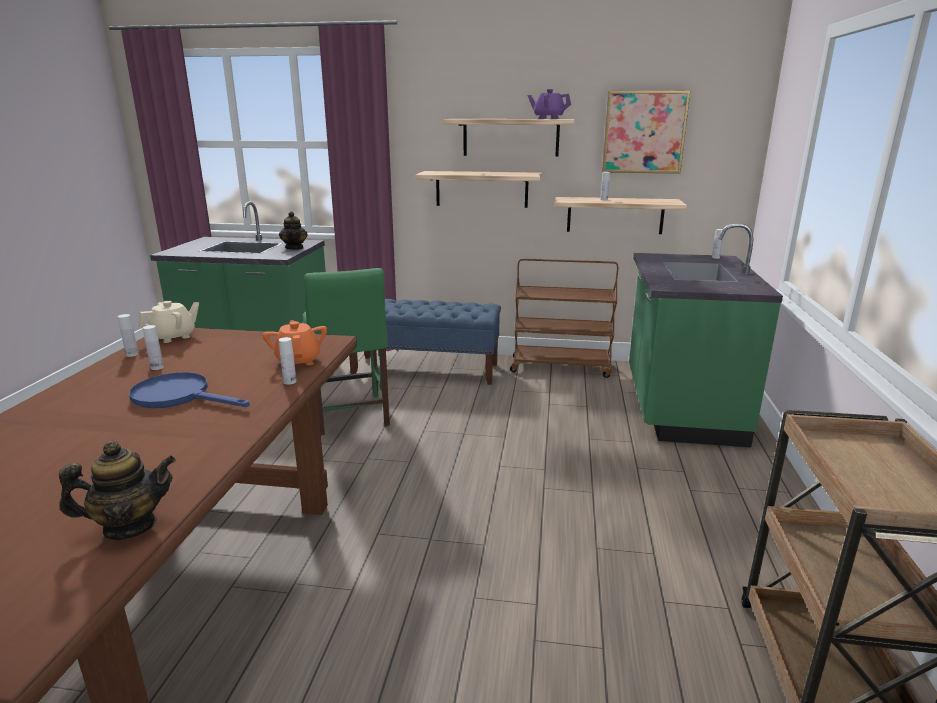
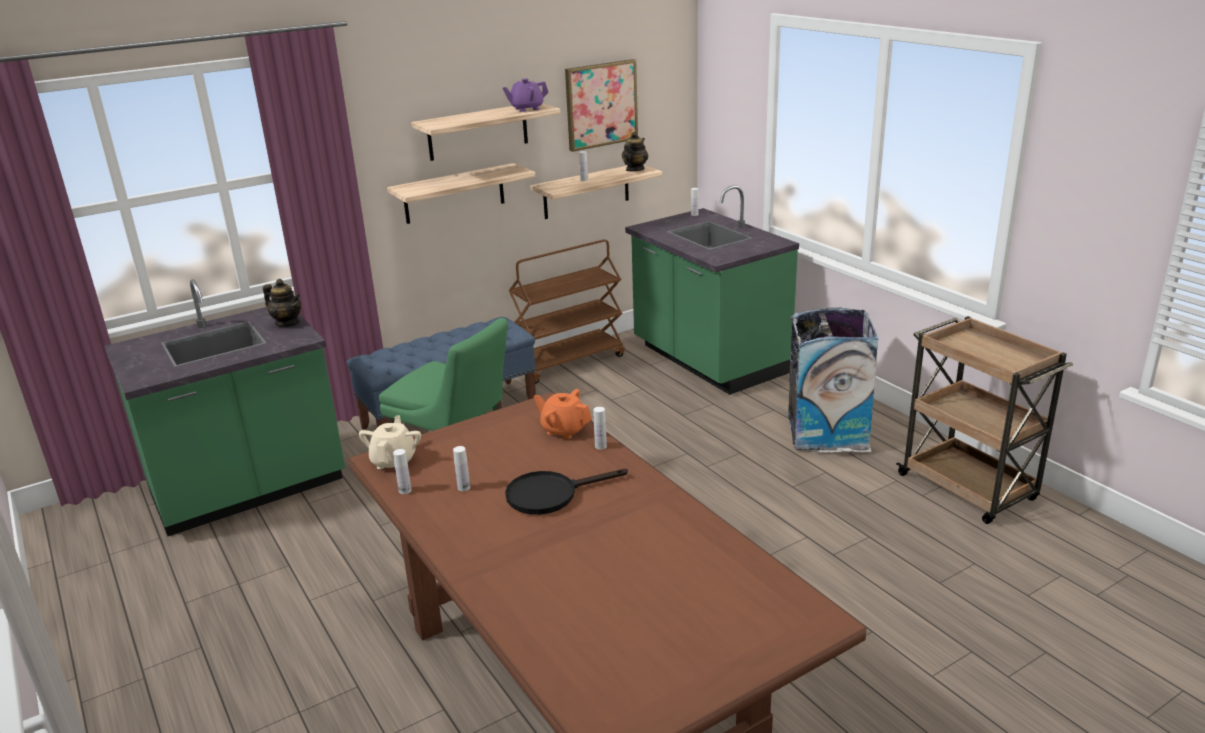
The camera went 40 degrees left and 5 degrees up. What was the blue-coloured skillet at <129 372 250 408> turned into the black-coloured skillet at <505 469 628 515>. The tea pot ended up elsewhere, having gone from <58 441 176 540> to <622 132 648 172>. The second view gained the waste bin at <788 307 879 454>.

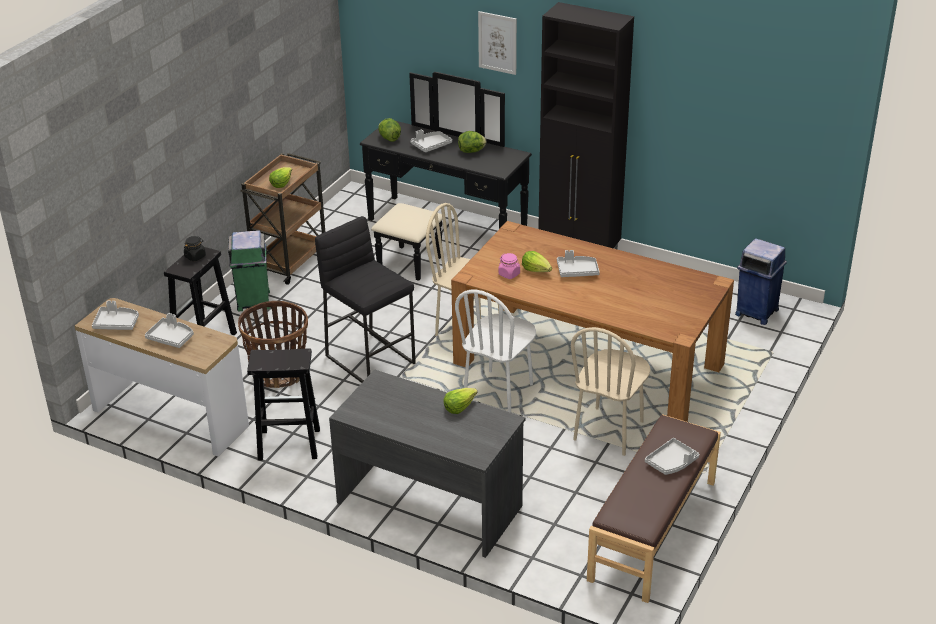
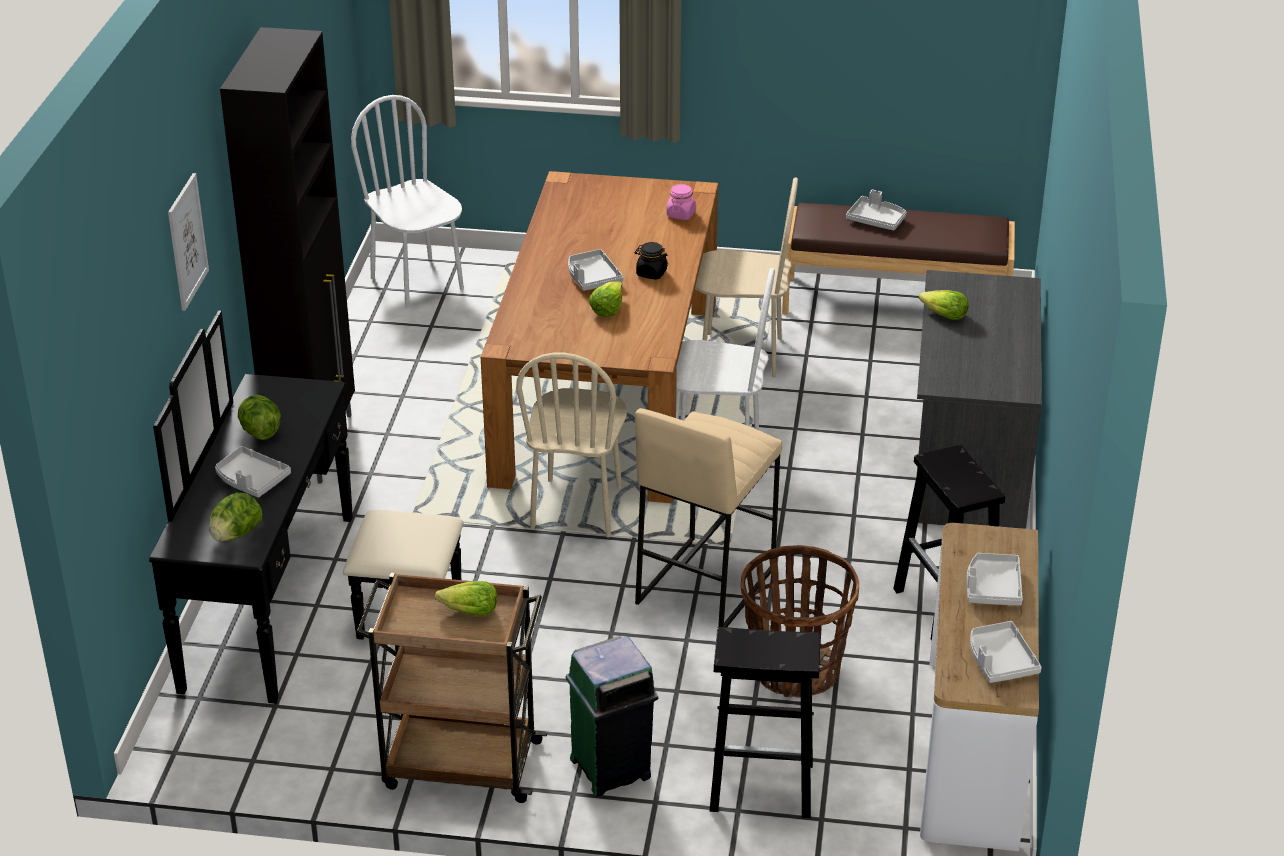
The camera went 110 degrees left and 0 degrees up. Where the blue-coloured waste bin stood at <735 239 787 325>, the white-coloured chair came to stand at <351 95 464 308>. The black-coloured jar ended up elsewhere, having gone from <184 236 206 261> to <635 242 668 280>. What was the black-coloured sitting stool at <315 216 416 383> turned into the beige sitting stool at <635 408 782 627>. The pinkish jar ended up elsewhere, having gone from <498 253 520 279> to <666 184 696 220>.

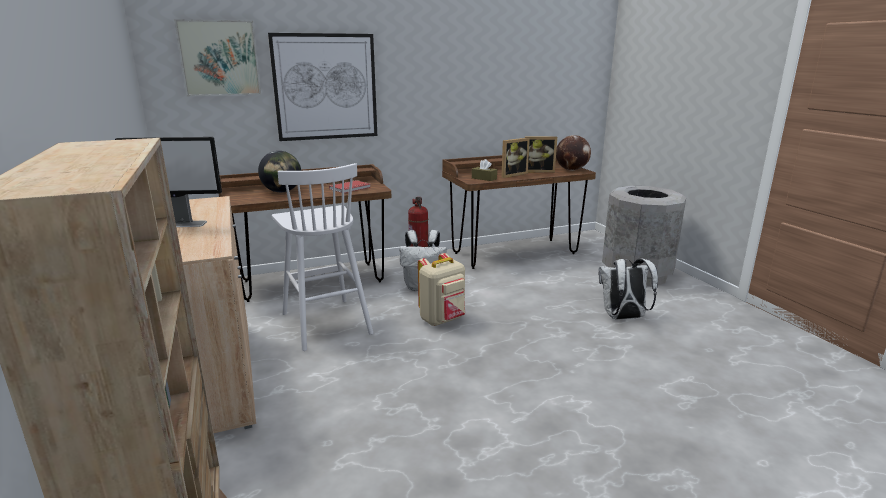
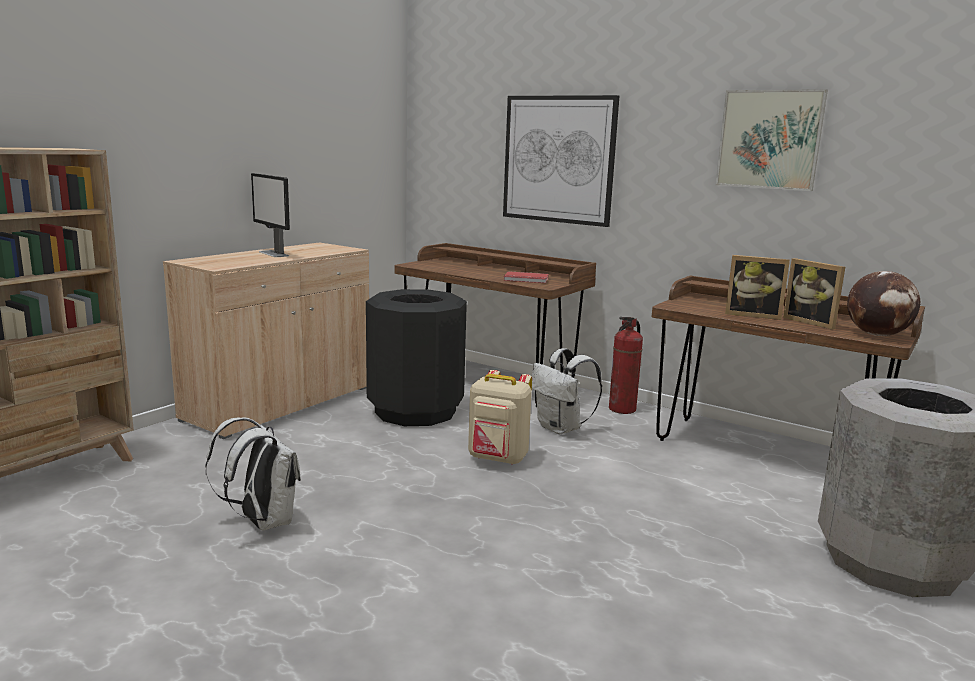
The camera went 55 degrees right and 5 degrees down. The white-coloured knapsack ended up elsewhere, having gone from <599 258 658 320> to <205 417 301 531>. Where the white-coloured sitting stool stood at <272 163 373 351>, the black-coloured waste bin came to stand at <366 289 467 426>. The wall picture ended up elsewhere, having gone from <174 19 261 97> to <715 89 828 191>. The second view lost the desk globe at <258 151 301 192>. The second view lost the brown tissue holder at <472 159 497 181>.

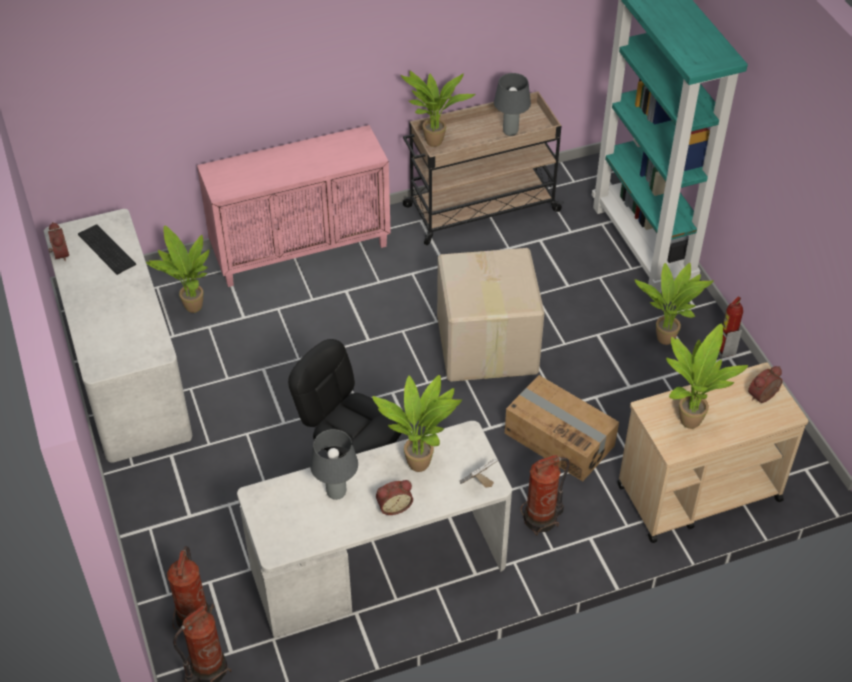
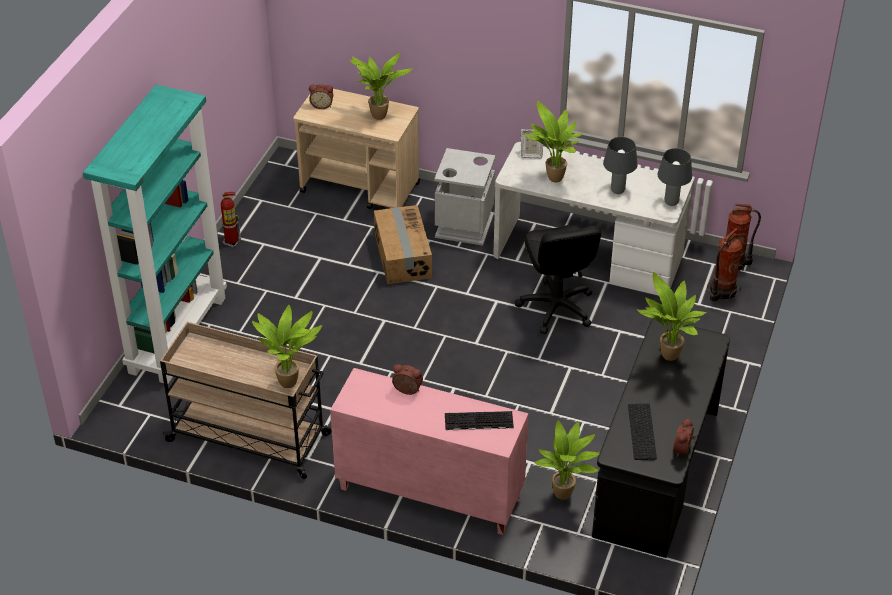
The camera went 140 degrees left and 5 degrees down. The table clock ended up elsewhere, having gone from <376 480 413 515> to <392 364 423 395>. Where the extinguisher stood at <520 455 570 535>, the grey waste bin came to stand at <434 148 496 246>. The second view gained the PC keyboard at <445 411 514 430>. What was the white-coloured desk at <44 209 192 463> turned into the black-coloured desk at <592 319 730 558>. The potted plant ended up elsewhere, having gone from <635 263 714 345> to <637 272 706 361>. The grey table lamp ended up elsewhere, having gone from <494 73 531 136> to <658 148 692 206>. The second view lost the carton at <437 248 544 382>.

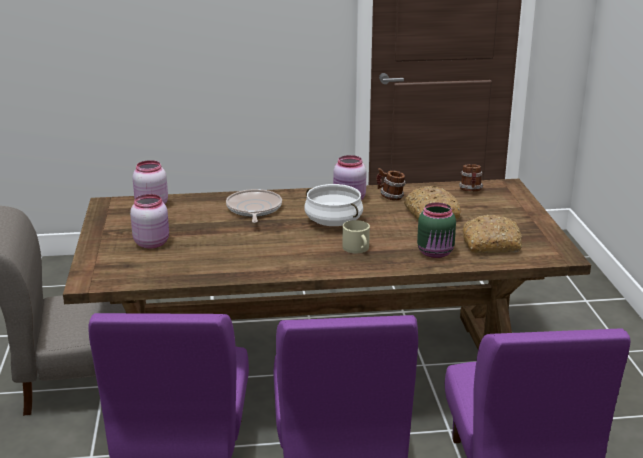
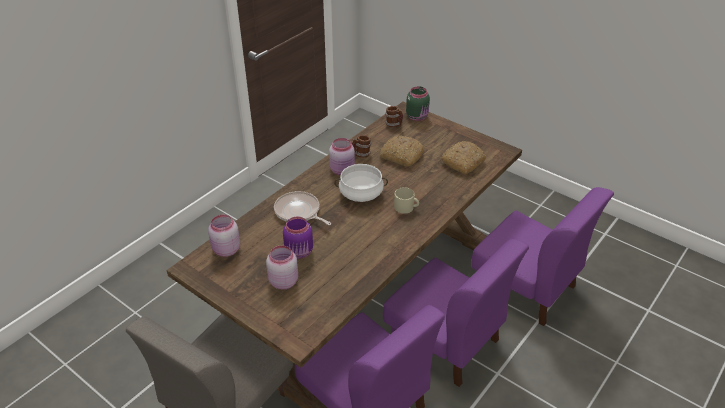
The camera went 45 degrees left and 15 degrees up. The second view gained the purple-coloured jar at <283 216 313 259>. The greenish jar ended up elsewhere, having gone from <417 203 456 258> to <406 86 430 121>.

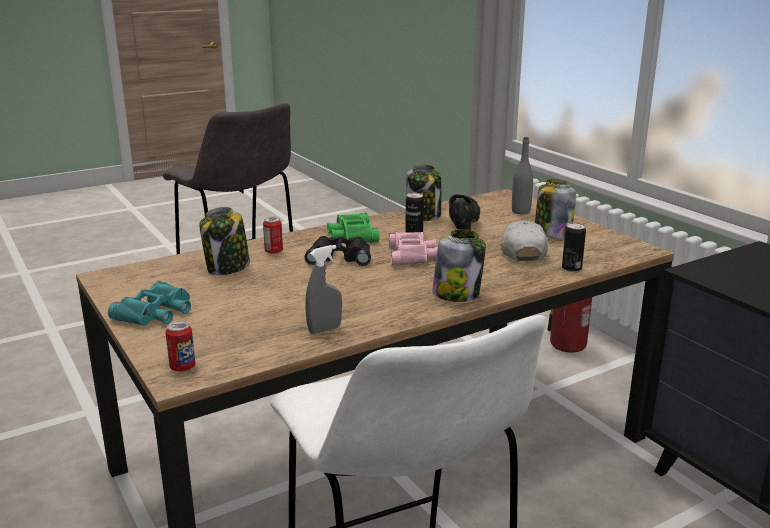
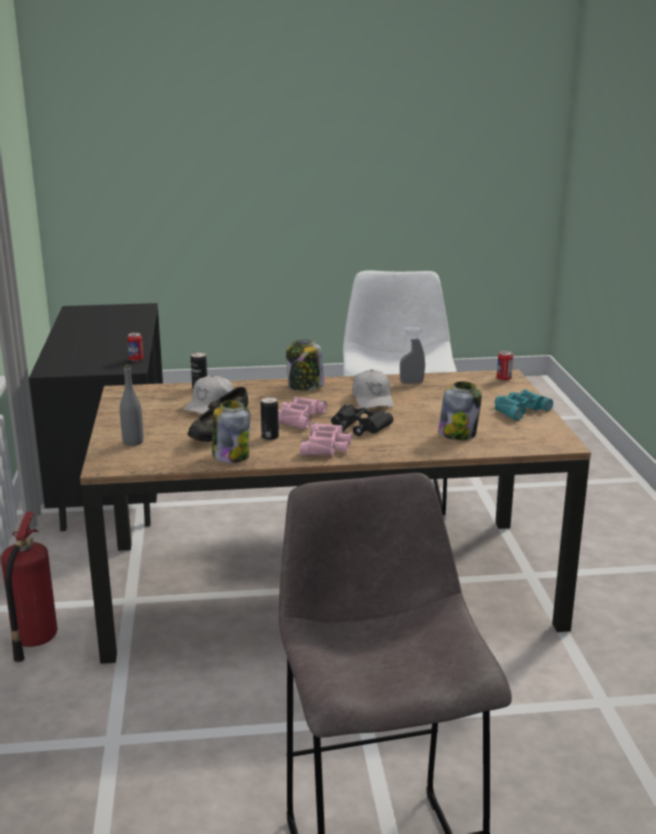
The camera went 155 degrees left and 0 degrees up. The metal can ended up elsewhere, having gone from <263 217 283 254> to <127 333 143 361>. What was the greenish pair of binoculars at <327 213 379 242> turned into the pinkish pair of binoculars at <300 423 352 456>. The second view gained the white-coloured baseball cap at <352 369 394 409>. The second view lost the jar at <535 179 576 238>.

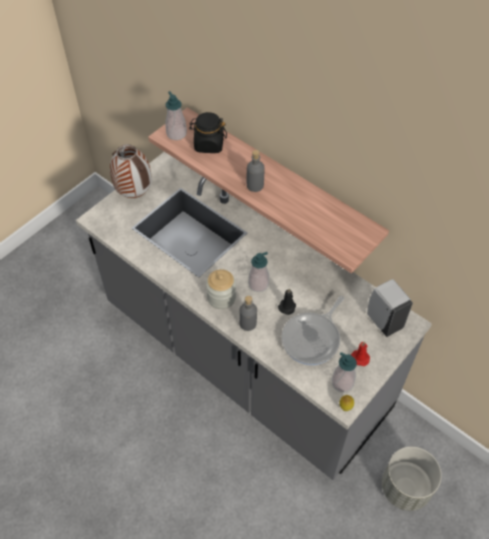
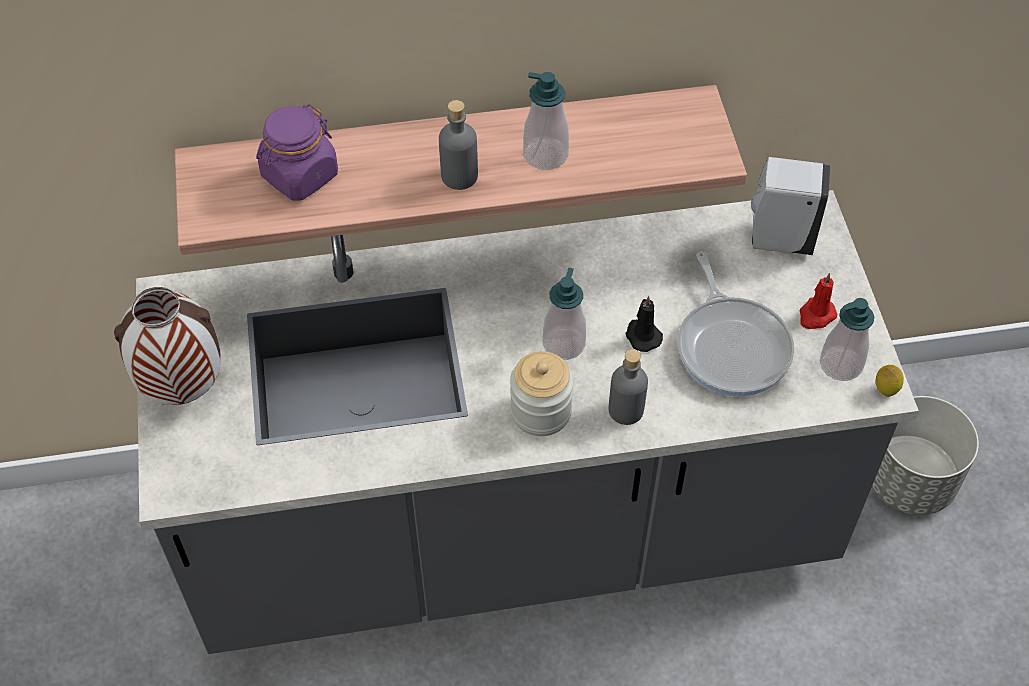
The camera went 50 degrees left and 0 degrees up. What was the black-coloured jar at <189 112 227 153> turned into the purple-coloured jar at <256 104 338 200>. The soap dispenser ended up elsewhere, having gone from <165 91 187 140> to <523 72 569 170>.

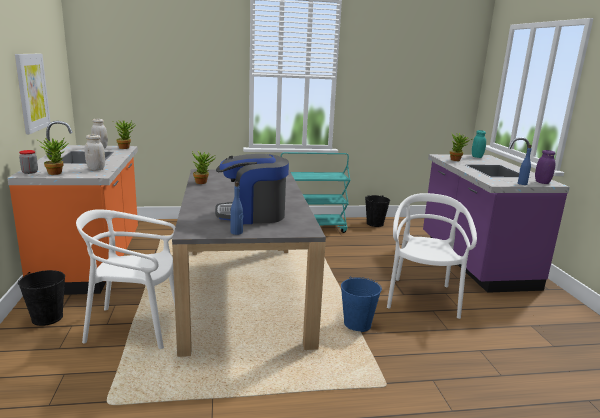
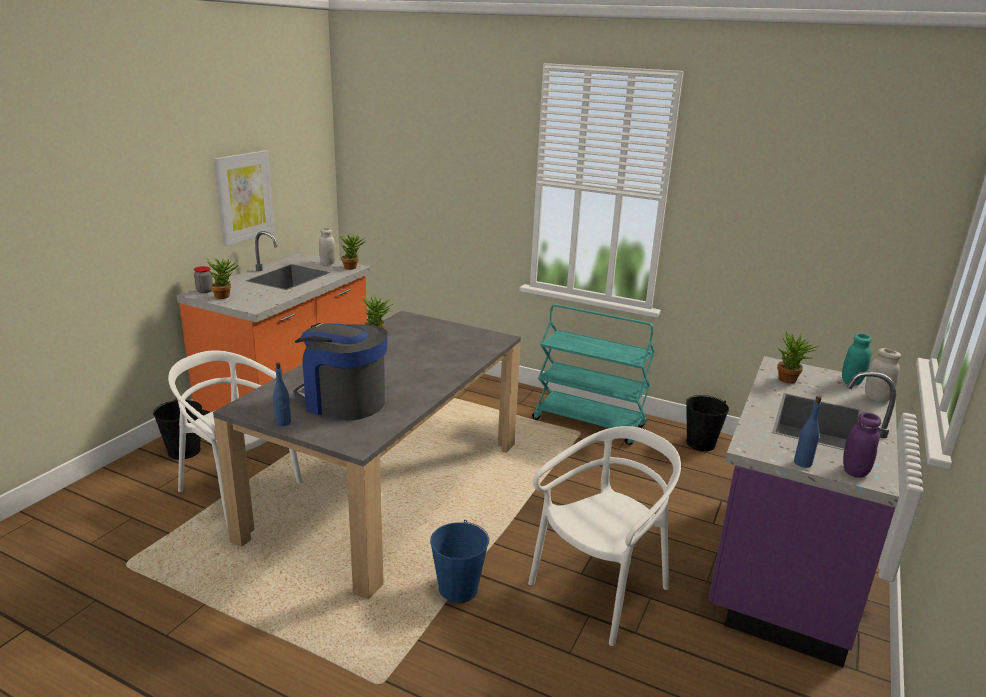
The camera went 35 degrees right and 5 degrees up. The white-coloured jar ended up elsewhere, having gone from <85 135 105 171> to <865 348 901 402>.

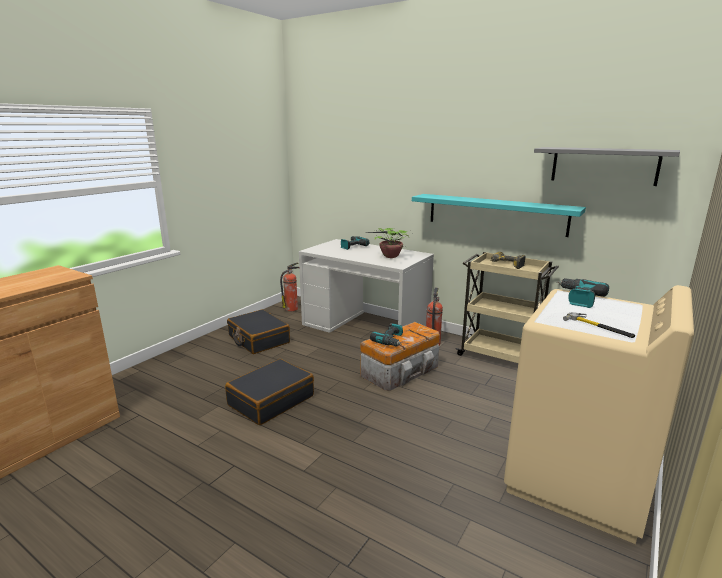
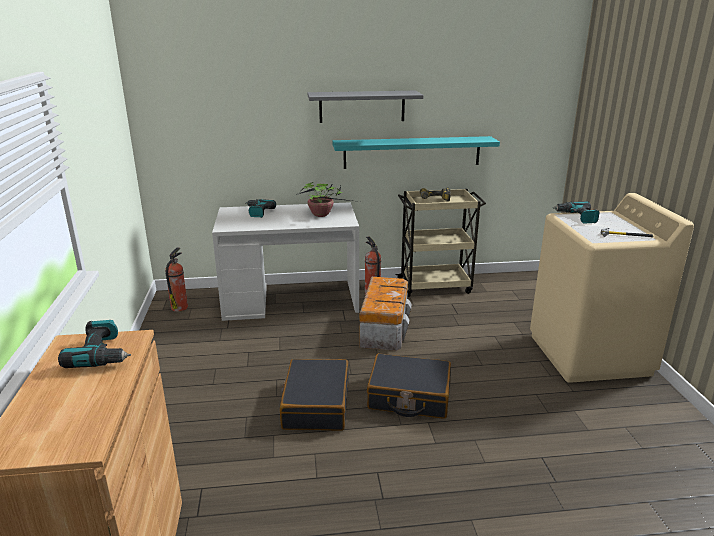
The camera went 40 degrees left and 5 degrees up. The drill ended up elsewhere, having gone from <370 323 403 347> to <58 320 131 368>. The grey shelf ended up elsewhere, having gone from <534 147 680 186> to <308 91 424 123>. The black-coloured suitcase ended up elsewhere, having gone from <227 309 290 354> to <367 353 451 419>.

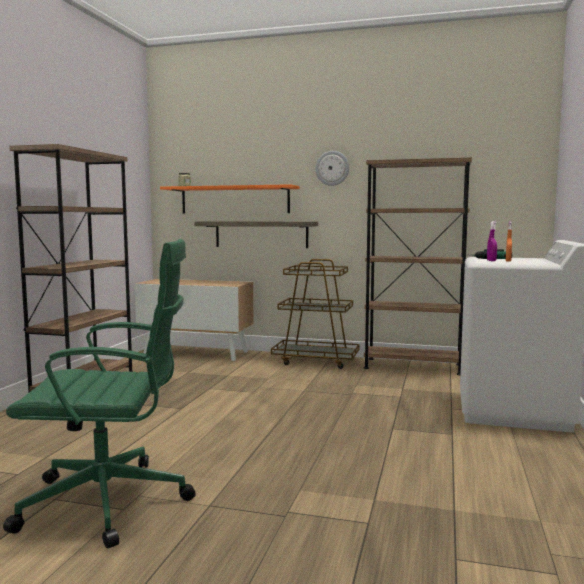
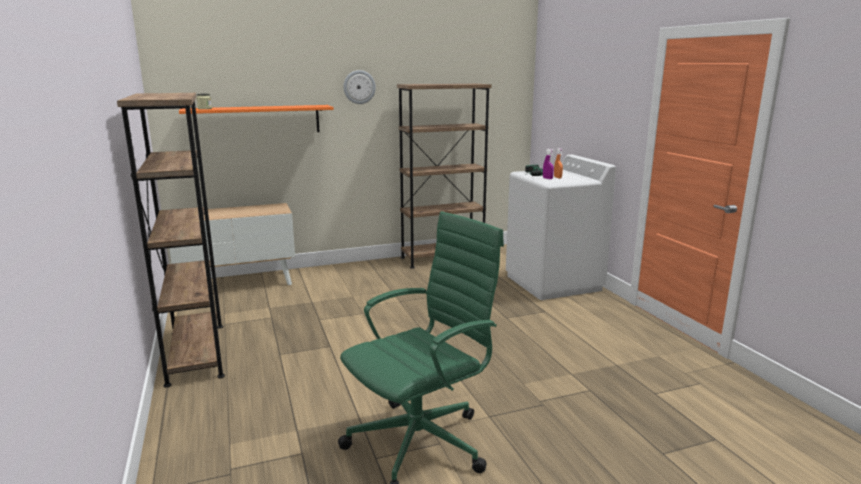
The camera went 35 degrees left and 10 degrees up. The second view lost the shelf at <194 221 318 248>. The second view lost the brown trolley at <271 259 360 369>.

